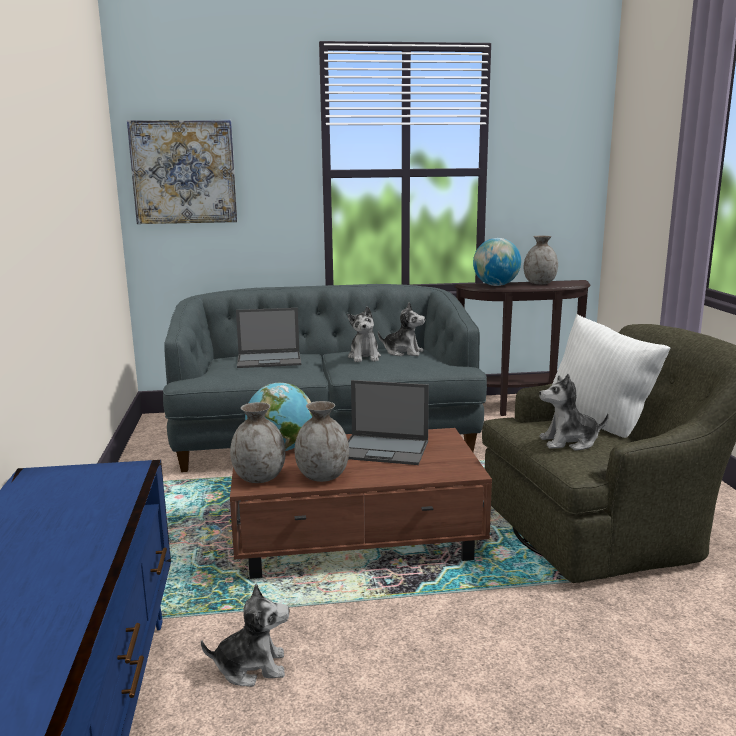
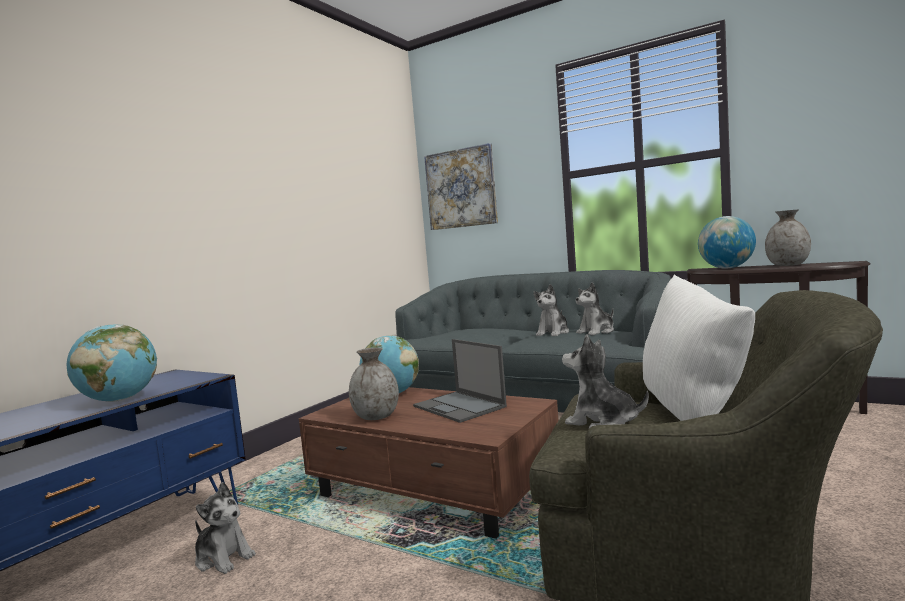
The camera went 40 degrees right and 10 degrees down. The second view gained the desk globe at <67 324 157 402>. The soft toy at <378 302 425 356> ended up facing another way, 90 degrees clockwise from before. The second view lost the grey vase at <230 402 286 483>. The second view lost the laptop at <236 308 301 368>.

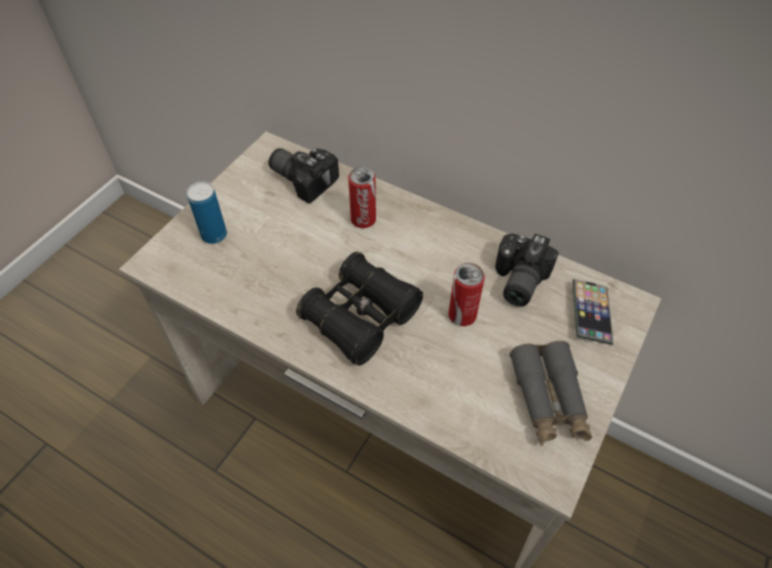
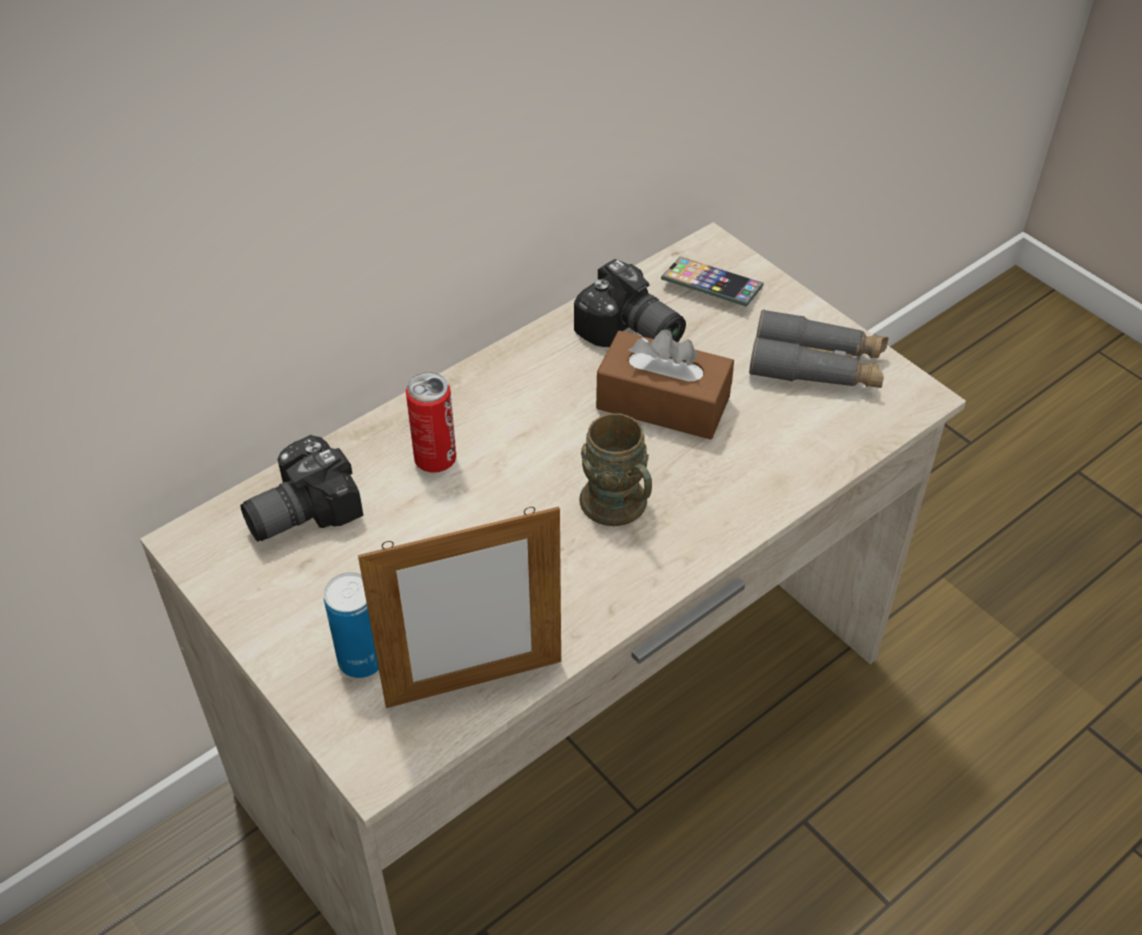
The camera went 70 degrees left and 5 degrees down. The second view gained the standing frame at <358 507 561 708>. Where the black-coloured pair of binoculars stood at <296 252 423 366>, the brown mug came to stand at <579 413 652 526>. Where the metal can stood at <448 263 485 326>, the brown tissue holder came to stand at <596 330 734 440>.

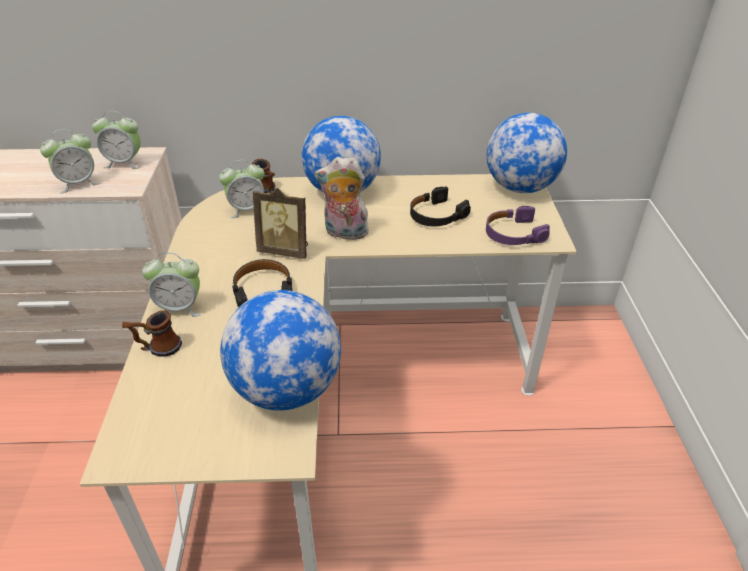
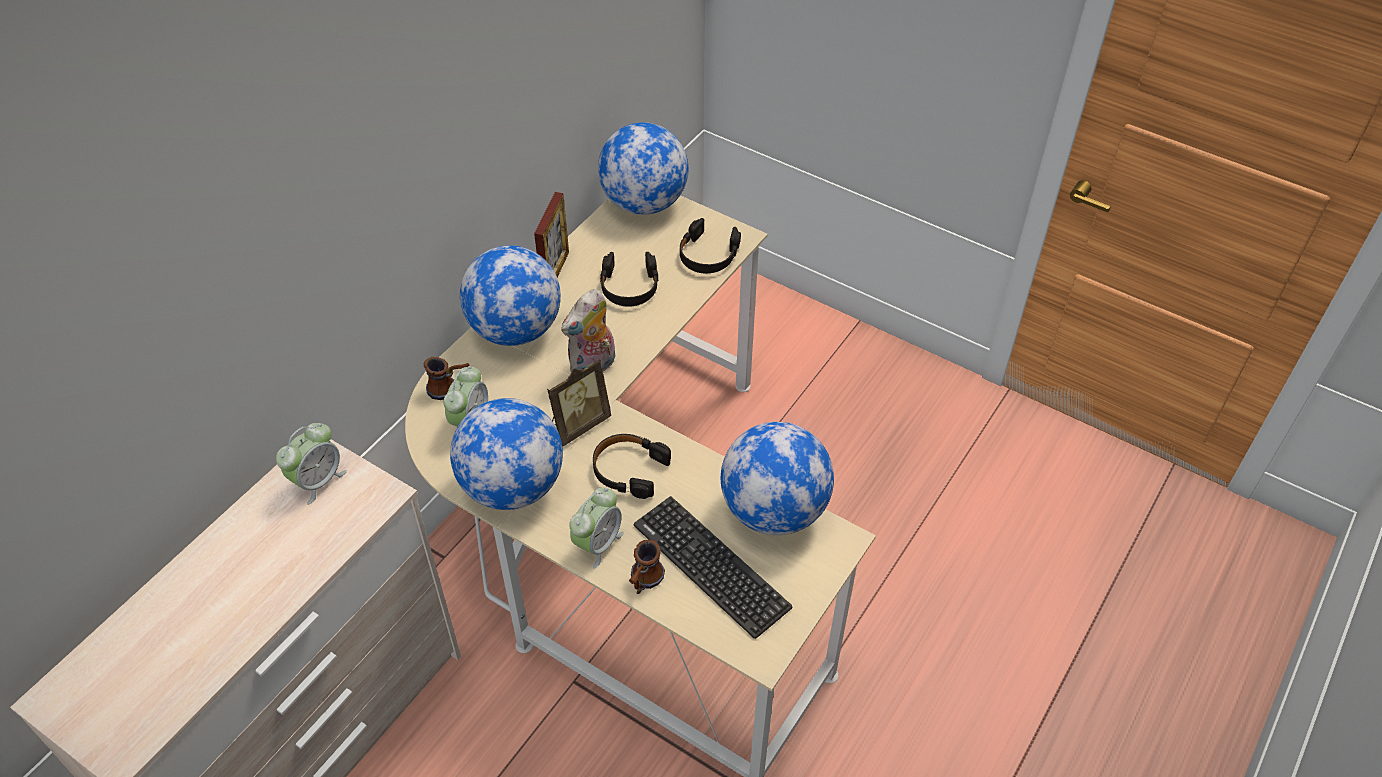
The camera went 55 degrees left and 10 degrees up. The second view gained the desk globe at <450 398 563 510>. The second view gained the standing frame at <534 192 569 277>. The second view gained the PC keyboard at <633 496 792 639>. What was the purple-coloured headphones at <486 206 550 245> turned into the black-coloured headphones at <680 218 741 273>. The second view lost the table clock at <40 129 101 193>.

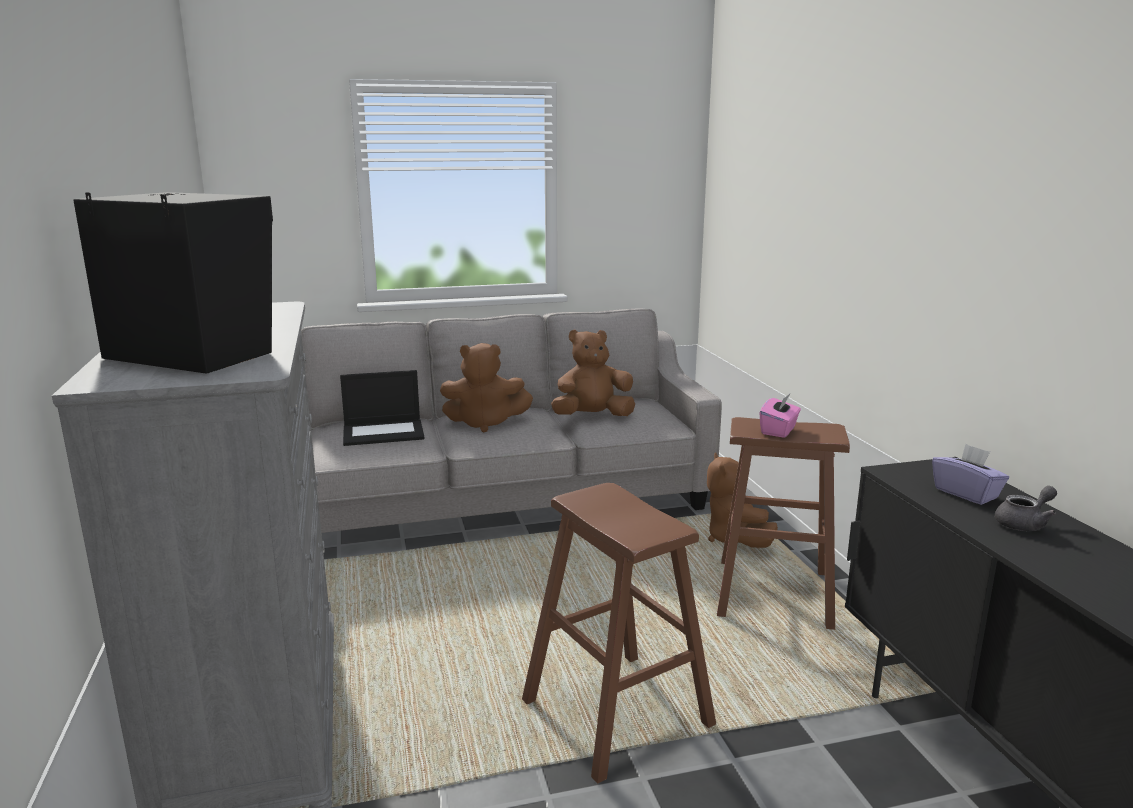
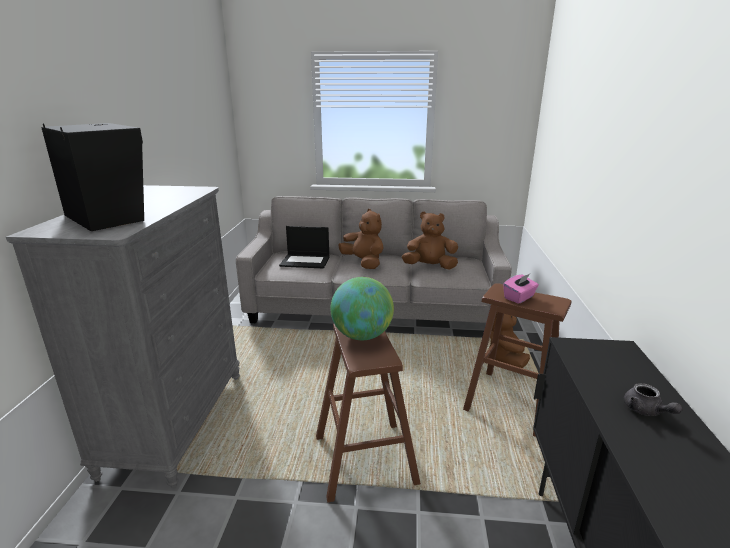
The camera went 20 degrees right and 5 degrees up. The second view gained the desk globe at <330 277 394 340>. The brown soft toy at <440 343 533 432> ended up facing another way, 150 degrees counterclockwise from before. The grey tea pot at <995 486 1057 531> ended up facing another way, 75 degrees clockwise from before. The second view lost the purple-coloured tissue holder at <932 444 1009 505>.

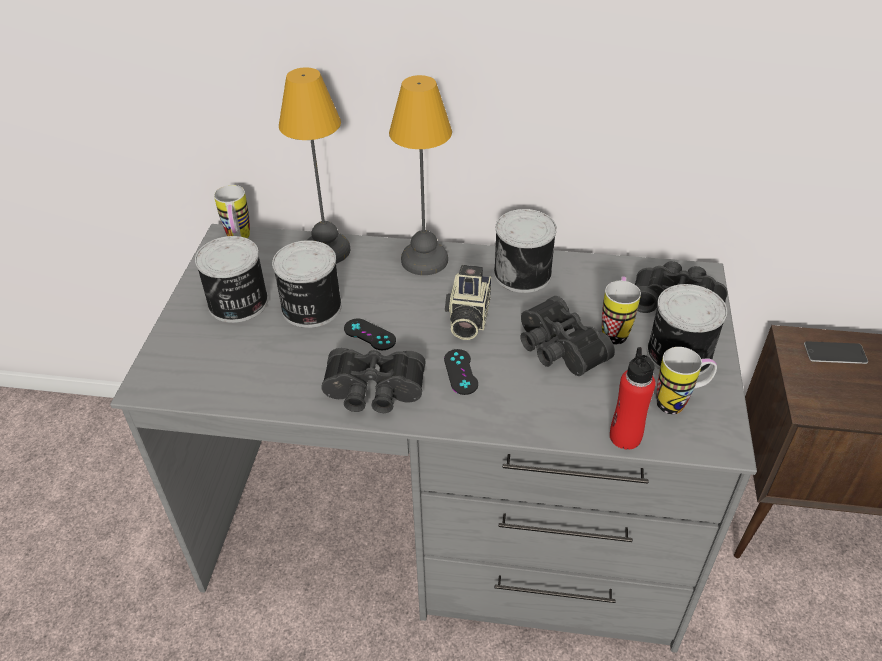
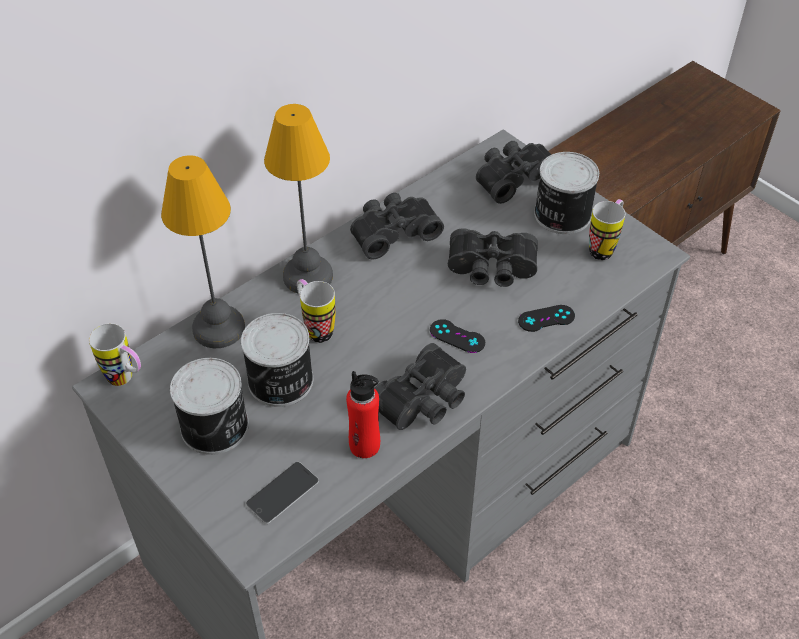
The camera went 50 degrees left and 5 degrees up. The telephone ended up elsewhere, having gone from <804 341 868 364> to <246 462 319 524>. The mug ended up elsewhere, having gone from <602 276 641 345> to <297 279 335 343>. The reddish bottle ended up elsewhere, having gone from <610 347 656 450> to <346 371 380 458>. Where the metal can stood at <494 209 557 293>, the black-coloured pair of binoculars came to stand at <350 193 444 259>. The black-coloured gamepad ended up elsewhere, having gone from <344 318 396 350> to <518 305 575 332>. The second view lost the photo camera at <445 265 491 340>.

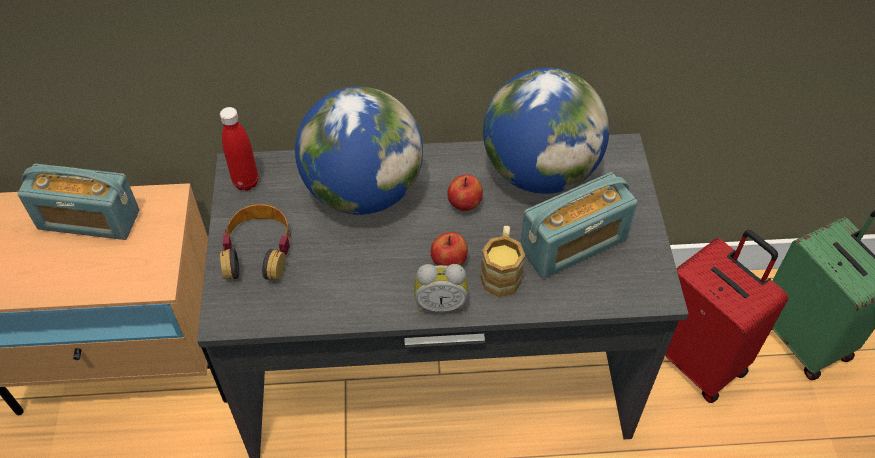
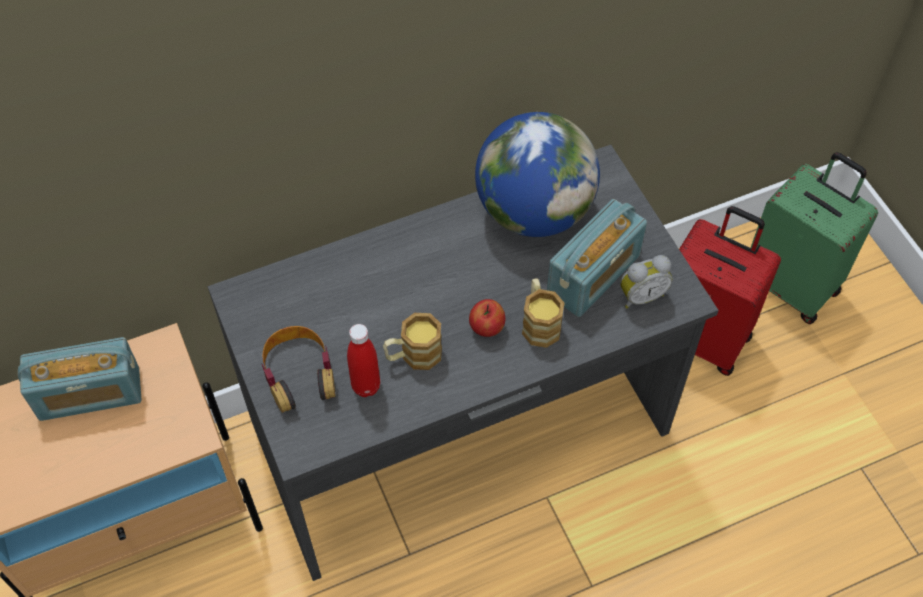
The camera went 20 degrees left and 5 degrees up. The reddish bottle ended up elsewhere, having gone from <220 107 259 191> to <347 324 380 397>. The second view gained the mug at <383 313 442 370>. The table clock ended up elsewhere, having gone from <415 264 468 312> to <620 255 673 308>. The second view lost the desk globe at <295 87 423 215>. The second view lost the apple at <447 174 483 211>.

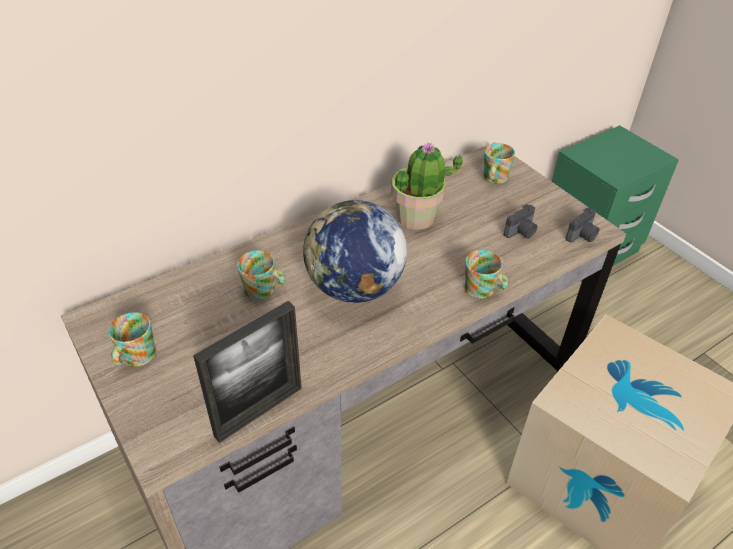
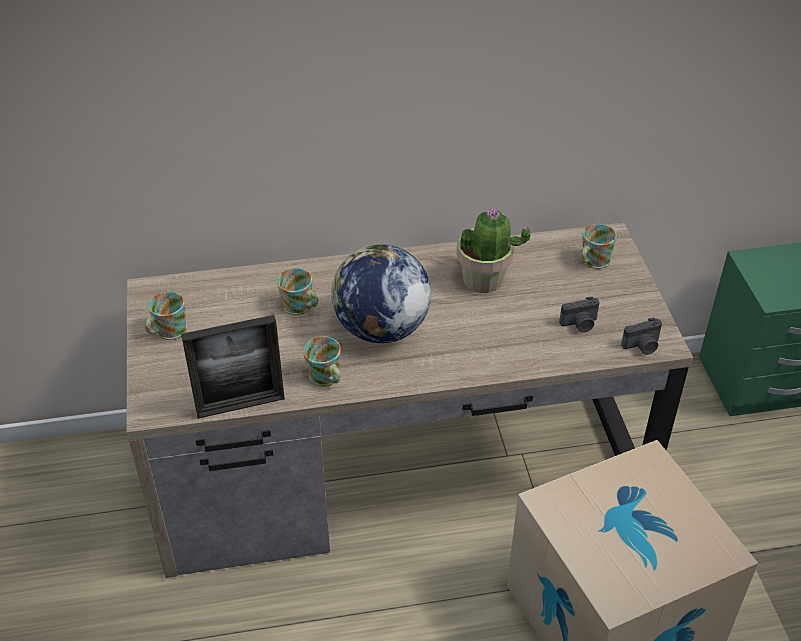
The camera went 25 degrees right and 0 degrees up. The mug ended up elsewhere, having gone from <464 250 508 299> to <303 336 341 386>.

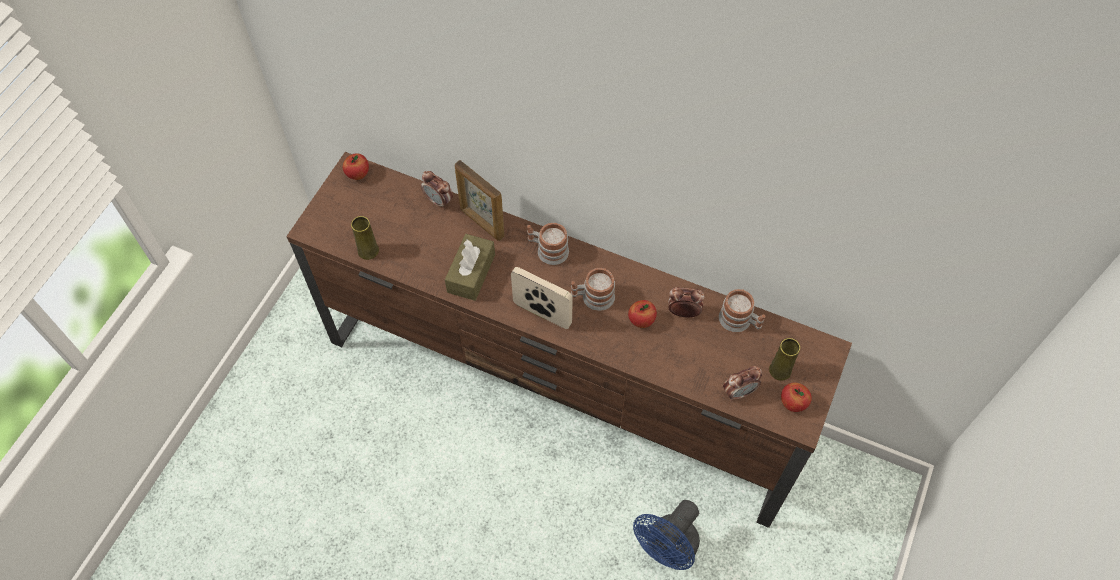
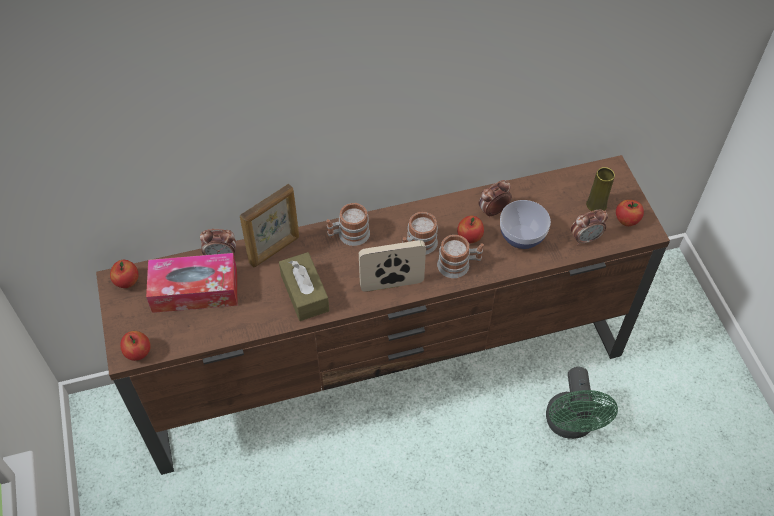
The camera went 40 degrees left and 5 degrees down. The second view gained the apple at <120 331 151 361>. The second view gained the tissue holder at <146 253 237 313>. The standing frame at <455 160 505 241> ended up facing another way, 45 degrees counterclockwise from before. The mug ended up elsewhere, having gone from <719 289 766 332> to <437 235 484 278>. The second view gained the deep dish at <500 200 551 249>. What was the blue-coloured cooling fan at <633 500 700 570> turned into the greenish cooling fan at <546 367 618 439>. The table clock at <723 366 762 401> ended up facing another way, 45 degrees clockwise from before. The second view lost the yellow vase at <351 216 379 260>.

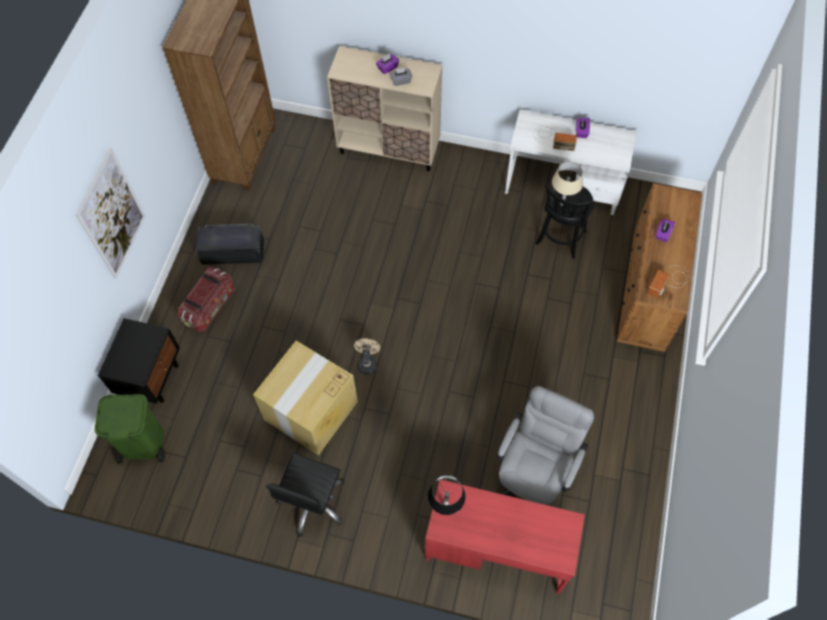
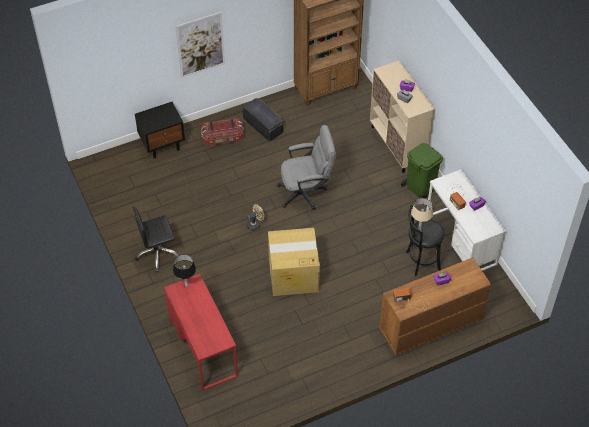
The camera went 50 degrees right and 10 degrees down. The carton ended up elsewhere, having gone from <253 341 358 455> to <268 228 320 296>. The grey desk chair ended up elsewhere, having gone from <497 386 594 505> to <277 125 336 210>. The greenish waste bin ended up elsewhere, having gone from <95 394 165 464> to <401 143 443 198>.

